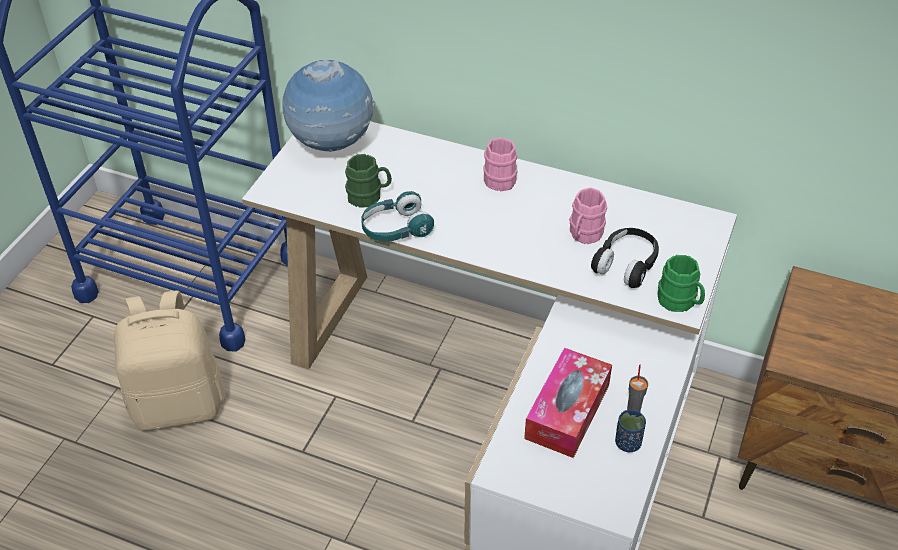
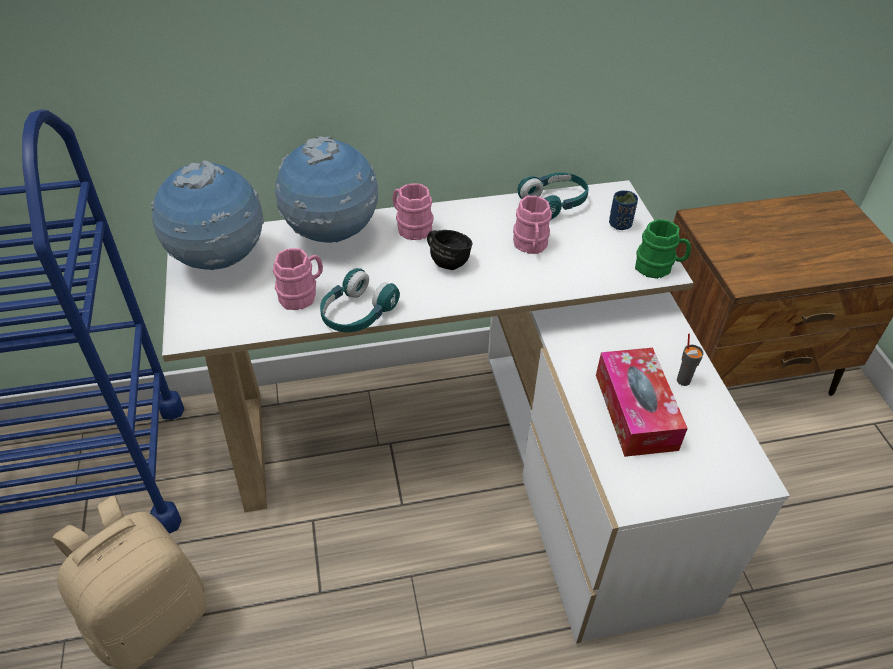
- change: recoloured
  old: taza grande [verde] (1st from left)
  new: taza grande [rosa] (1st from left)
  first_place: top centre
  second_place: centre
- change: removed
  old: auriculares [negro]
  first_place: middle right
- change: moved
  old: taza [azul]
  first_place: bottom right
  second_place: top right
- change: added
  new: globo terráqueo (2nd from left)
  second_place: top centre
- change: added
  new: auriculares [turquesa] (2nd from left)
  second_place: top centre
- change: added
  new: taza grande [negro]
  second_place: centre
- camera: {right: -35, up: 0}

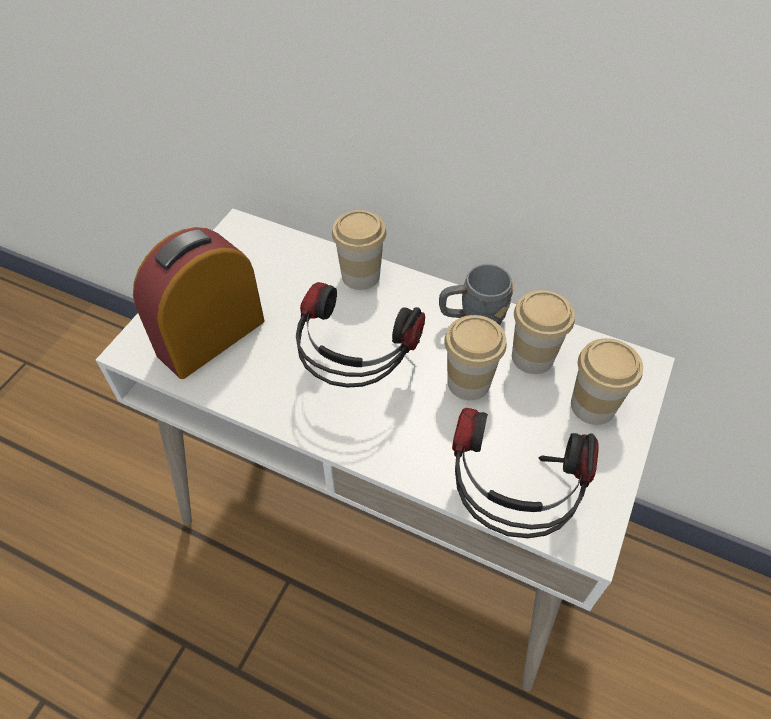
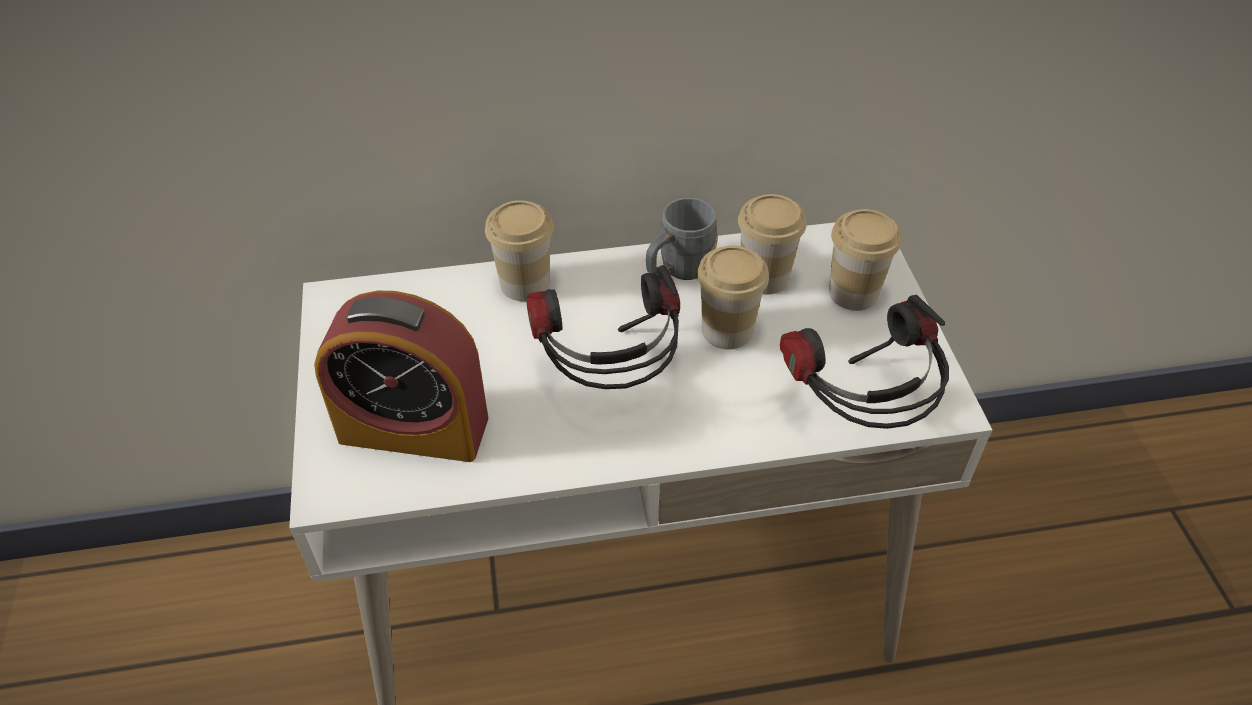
- change: turned
  old: despertador
  first_place: middle left
  second_place: middle left
  degrees: -90
- camera: {right: -35, up: -5}

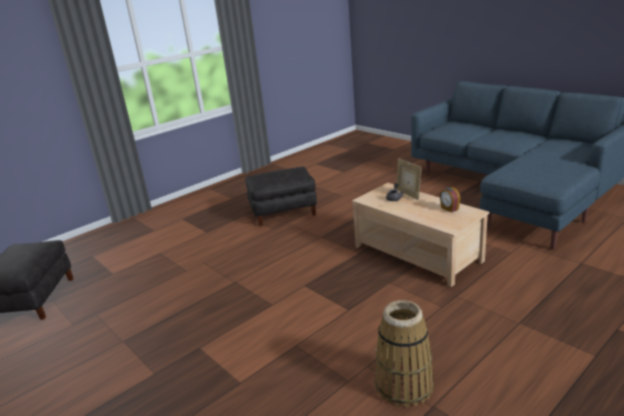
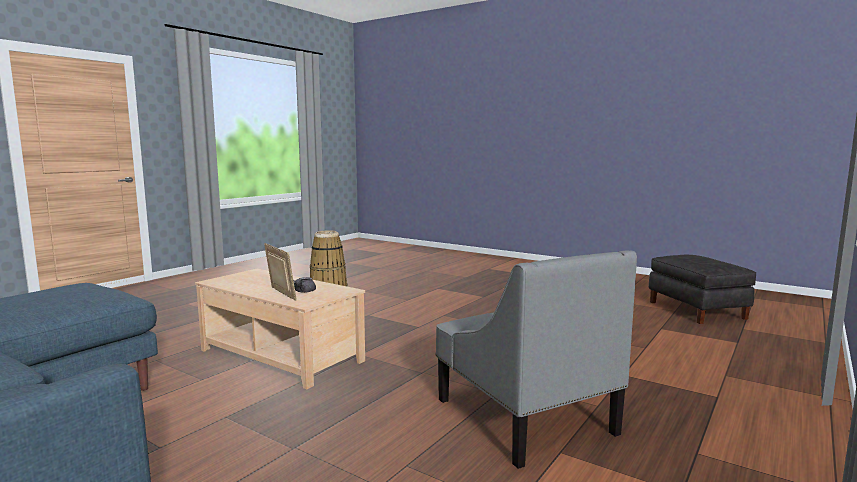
- change: replaced
  old: puf [negro] (2nd from left)
  new: sillón [gris]
  first_place: centre
  second_place: bottom centre
- change: removed
  old: despertador
  first_place: middle right
- camera: {right: 165, up: -15}

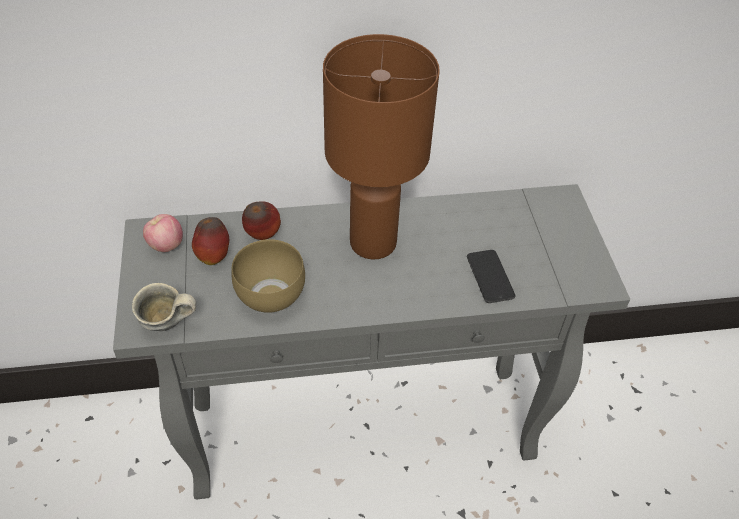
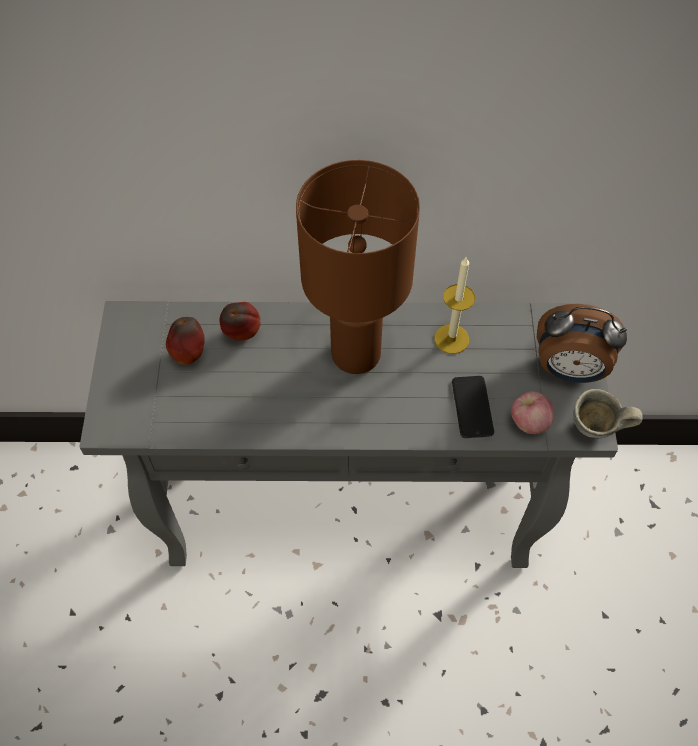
- change: moved
  old: manzana (1st from left in the first image)
  new: manzana (3rd from left)
  first_place: middle left
  second_place: middle right
- change: removed
  old: cuenco [marrón]
  first_place: centre
- change: moved
  old: taza grande [gris]
  first_place: middle left
  second_place: middle right
- change: added
  new: vela
  second_place: centre
- change: added
  new: despertador
  second_place: middle right
- camera: {right: 10, up: 10}

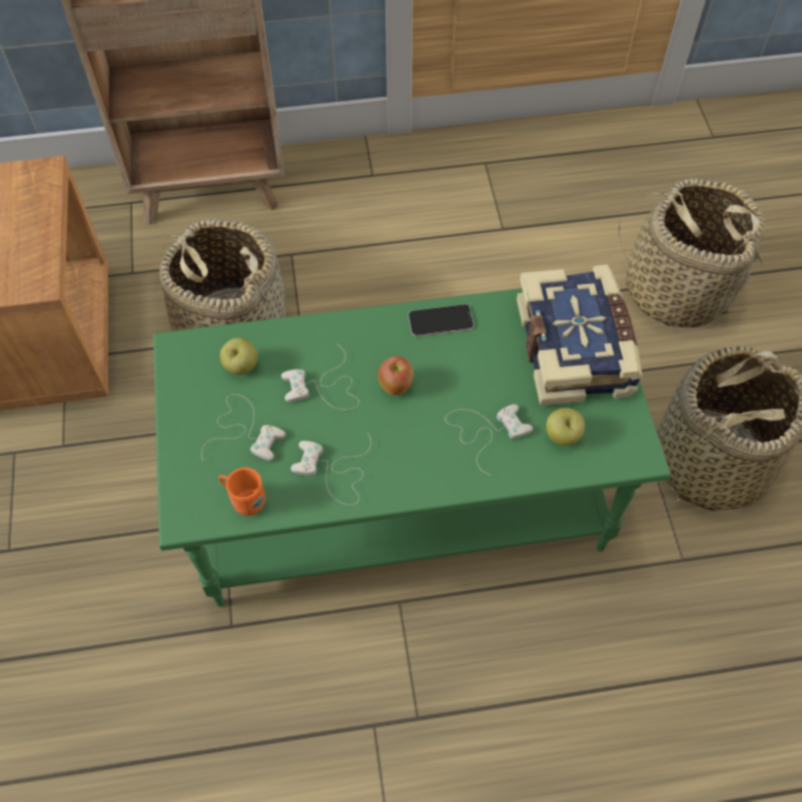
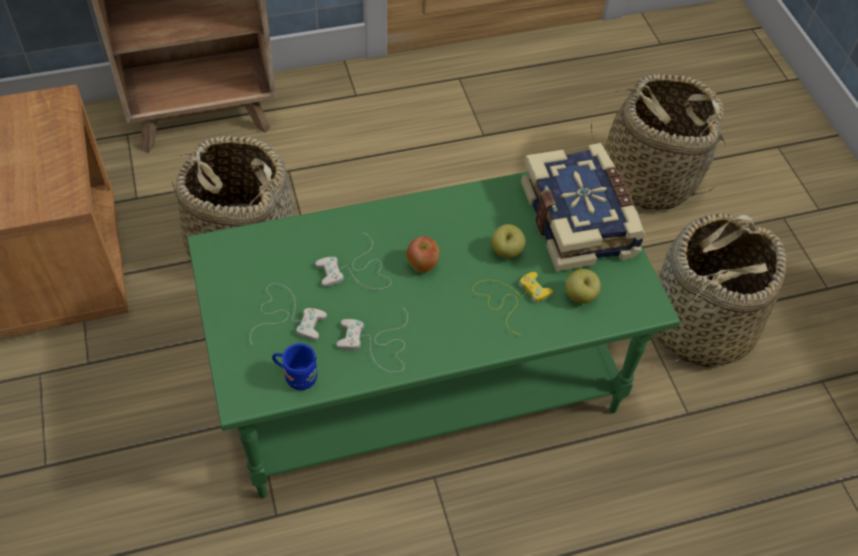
- change: removed
  old: móvil
  first_place: centre
- change: moved
  old: manzana (1st from left in the first image)
  new: manzana (2nd from left)
  first_place: middle left
  second_place: centre
- change: recoloured
  old: mando de consola [blanco] (4th from left)
  new: mando de consola [amarillo]
  first_place: centre
  second_place: centre
- change: recoloured
  old: taza grande [naranja]
  new: taza grande [azul]
  first_place: middle left
  second_place: centre
- camera: {right: -10, up: -5}

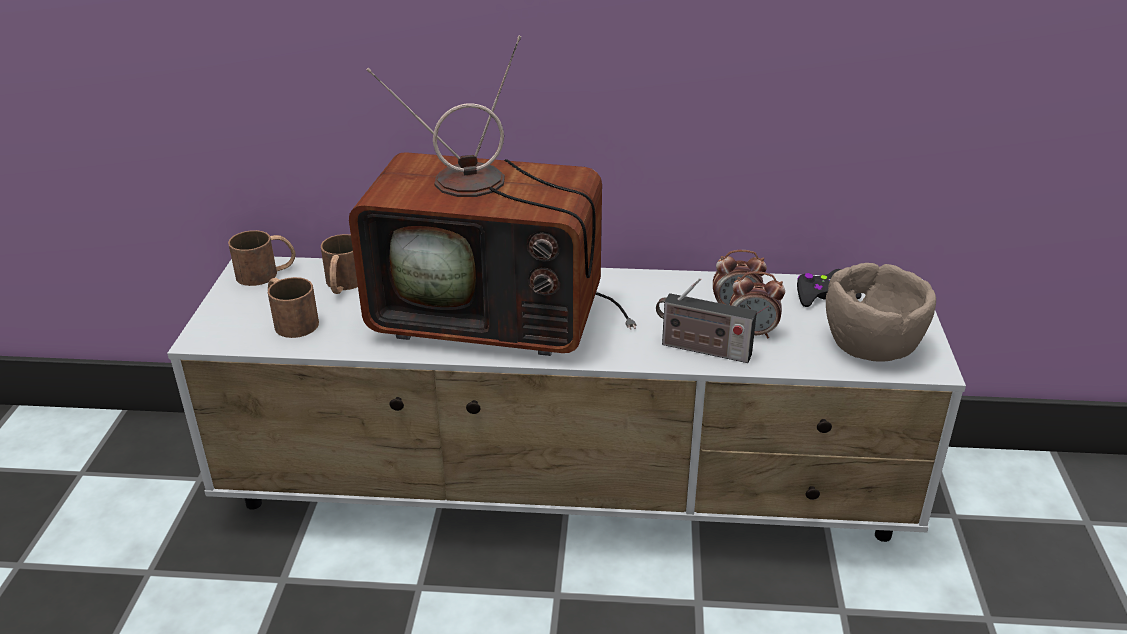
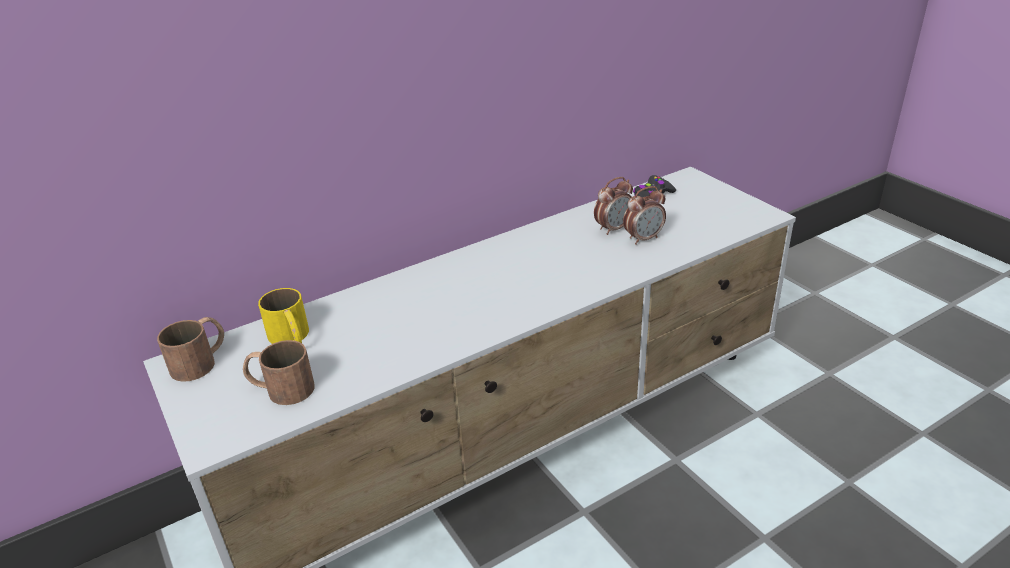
- change: removed
  old: televisor
  first_place: top centre
- change: recoloured
  old: taza grande [marrón] (3rd from left)
  new: taza grande [amarillo]
  first_place: middle left
  second_place: middle left
- change: removed
  old: cuenco [marrón]
  first_place: middle right
- change: removed
  old: radio
  first_place: centre
- camera: {right: -35, up: 0}

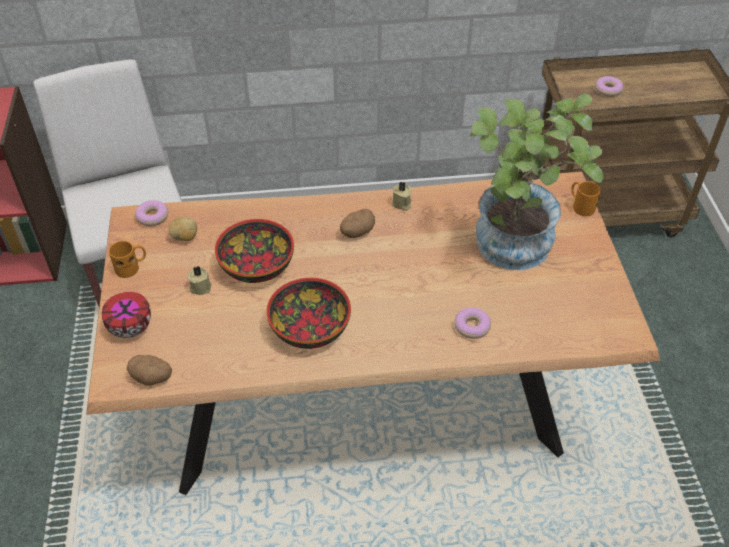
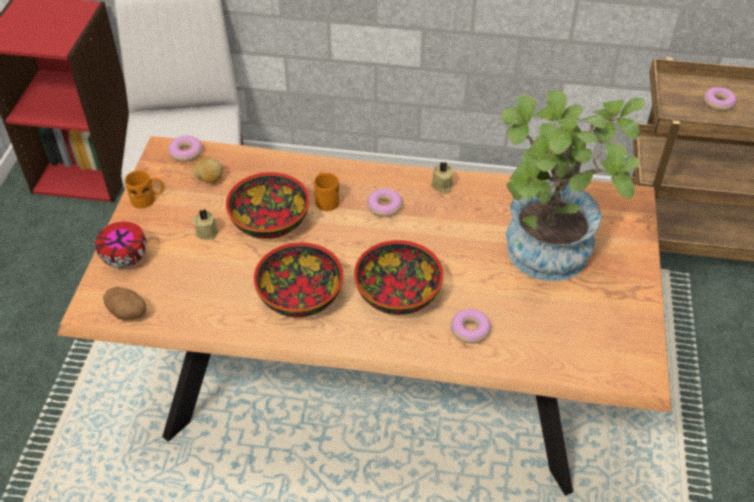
- change: moved
  old: taza grande [naranja] (2nd from left)
  first_place: middle right
  second_place: centre
- change: replaced
  old: patata (3rd from left)
  new: rosquilla (2nd from left)
  first_place: centre
  second_place: centre
- change: added
  new: cuenco (4th from left)
  second_place: centre
- camera: {right: 15, up: 0}

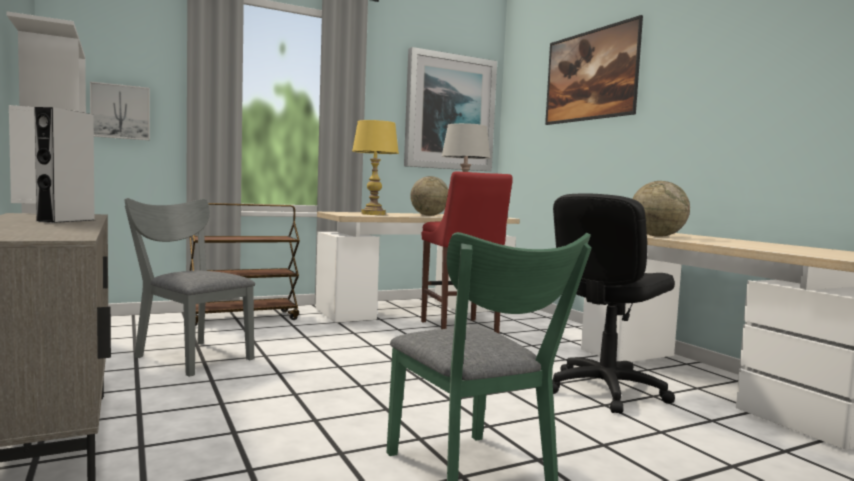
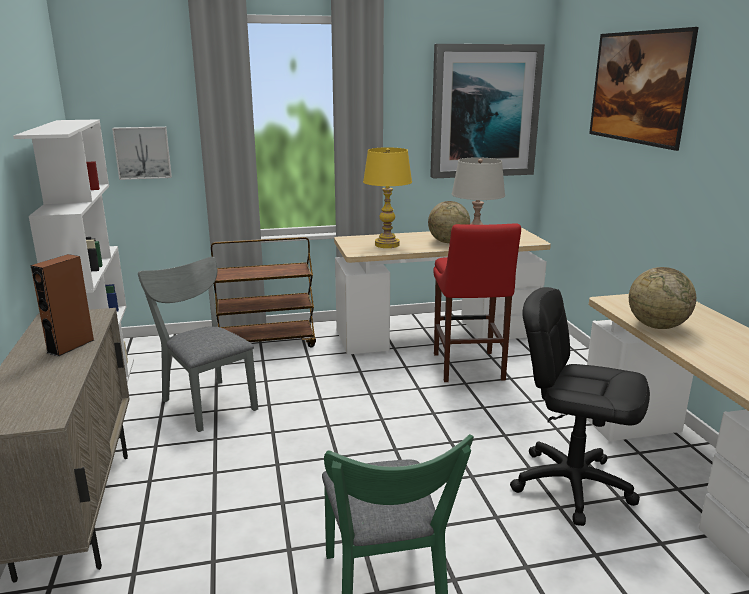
- change: recoloured
  old: altavoz [gris]
  new: altavoz [marrón]
  first_place: middle left
  second_place: middle left
- change: turned
  old: silla de oficina [negro]
  first_place: middle right
  second_place: bottom right
  degrees: 60
- camera: {right: 15, up: 15}

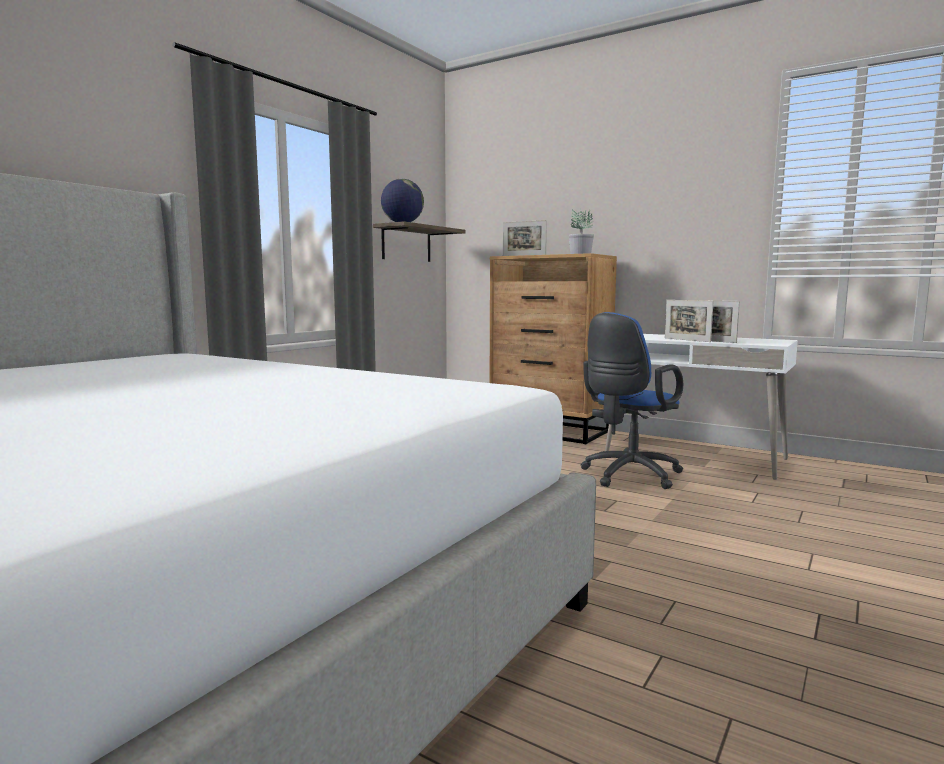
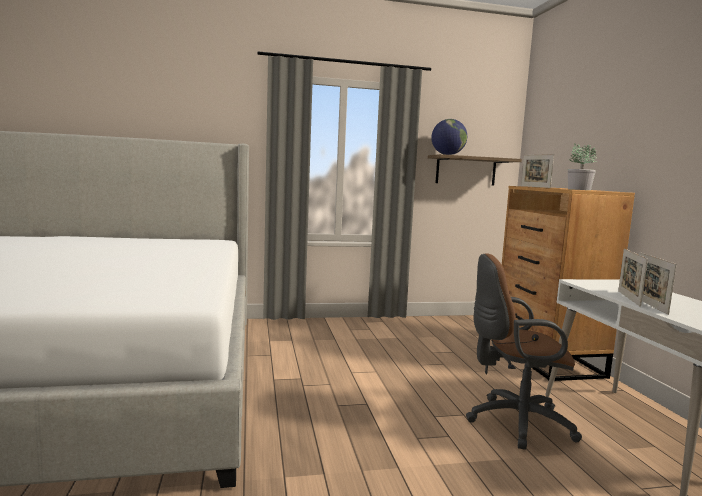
- change: recoloured
  old: silla de oficina [azul]
  new: silla de oficina [marrón]
  first_place: middle right
  second_place: bottom right
- camera: {right: 45, up: 0}

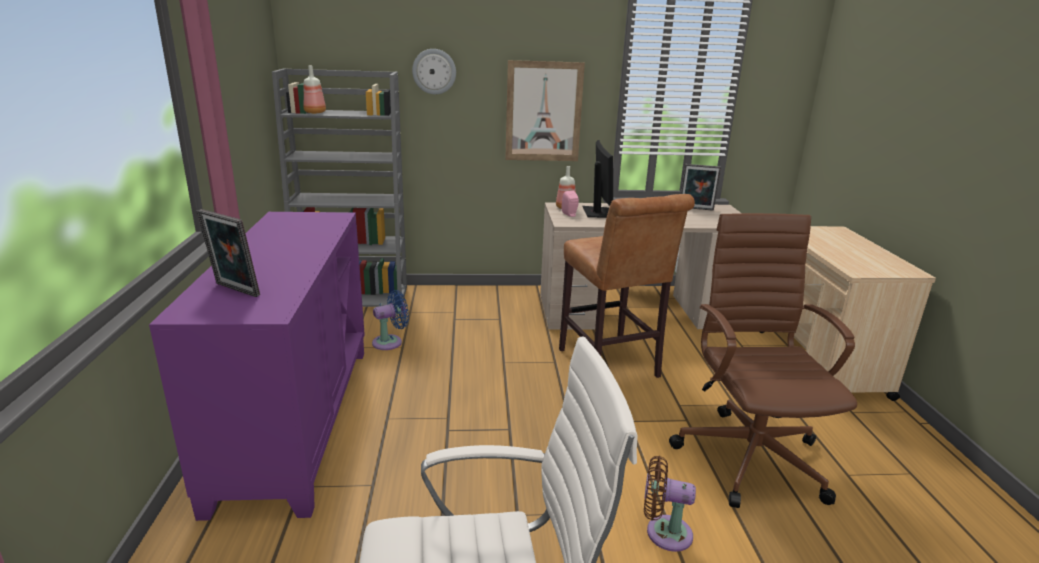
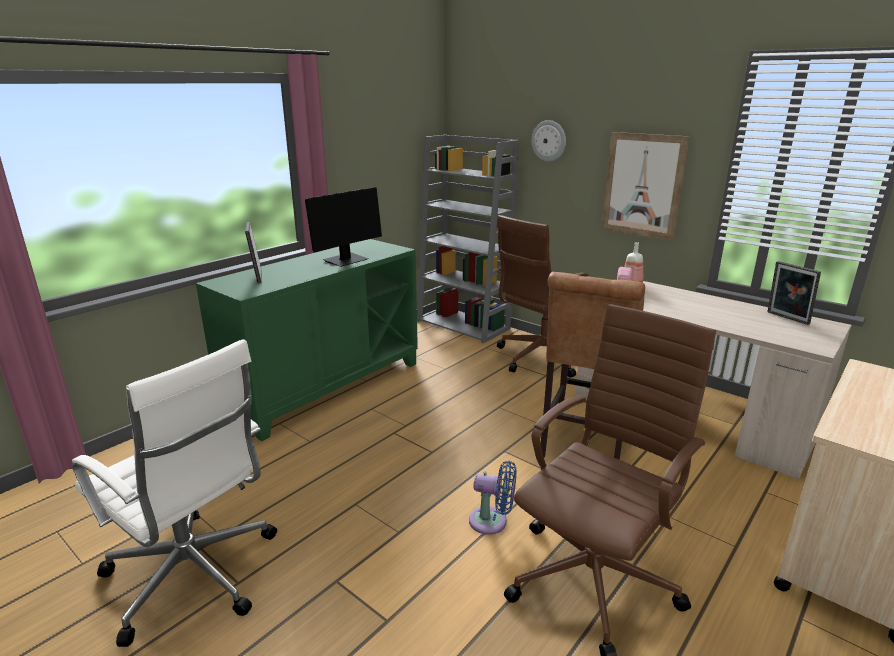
- change: removed
  old: botella (1st from left)
  first_place: top left
- change: moved
  old: monitor
  first_place: top centre
  second_place: centre
- change: recoloured
  old: armario [morado]
  new: armario [verde]
  first_place: middle left
  second_place: centre
- change: moved
  old: ventilador [azul]
  first_place: centre
  second_place: bottom centre
- change: removed
  old: ventilador [marrón]
  first_place: bottom centre
- change: added
  new: silla de oficina [marrón] (1st from left)
  second_place: centre
- camera: {right: 45, up: 0}

